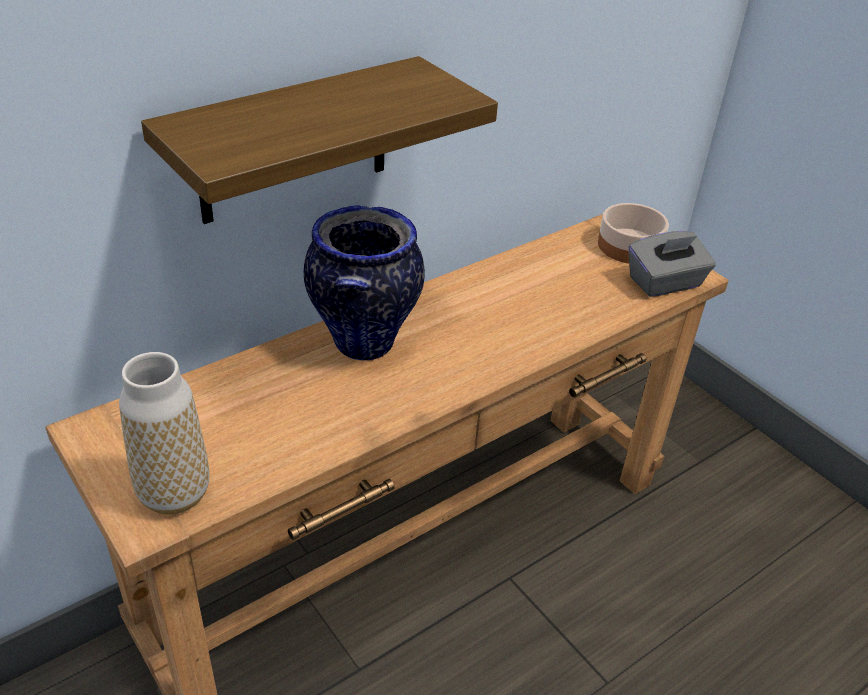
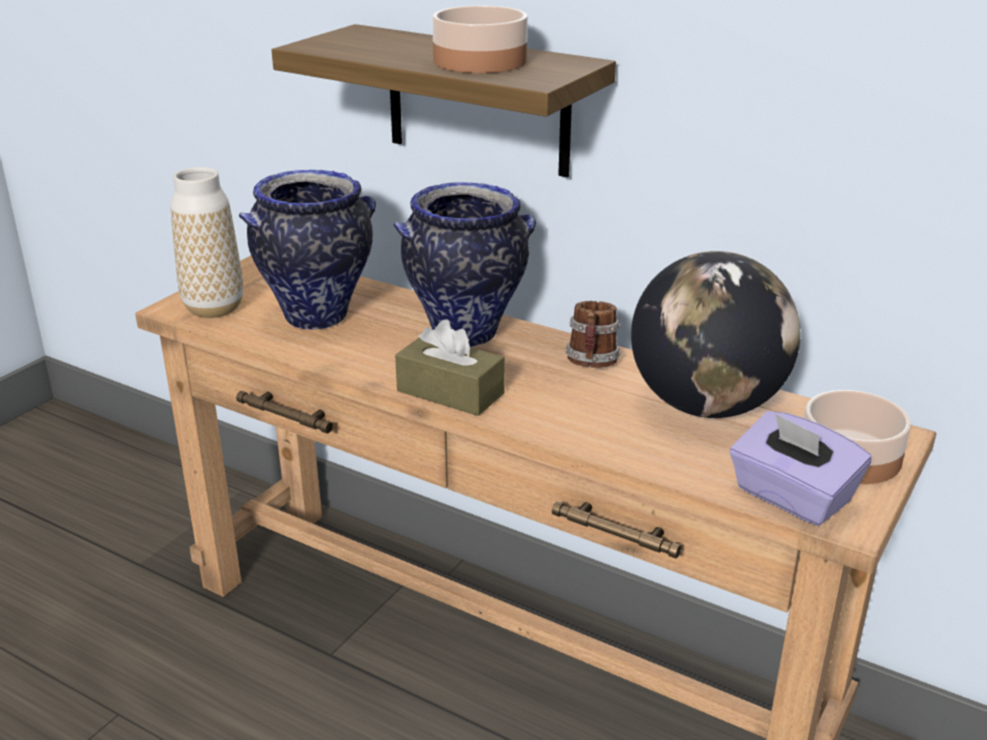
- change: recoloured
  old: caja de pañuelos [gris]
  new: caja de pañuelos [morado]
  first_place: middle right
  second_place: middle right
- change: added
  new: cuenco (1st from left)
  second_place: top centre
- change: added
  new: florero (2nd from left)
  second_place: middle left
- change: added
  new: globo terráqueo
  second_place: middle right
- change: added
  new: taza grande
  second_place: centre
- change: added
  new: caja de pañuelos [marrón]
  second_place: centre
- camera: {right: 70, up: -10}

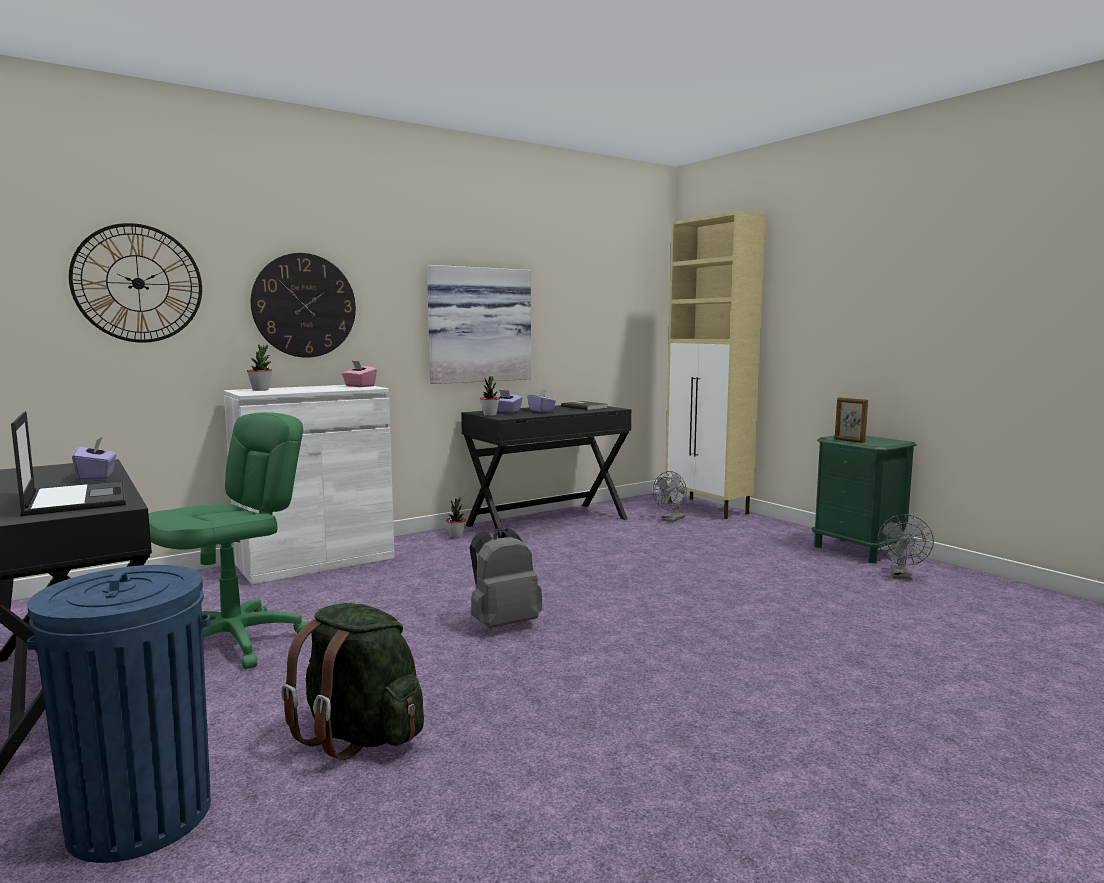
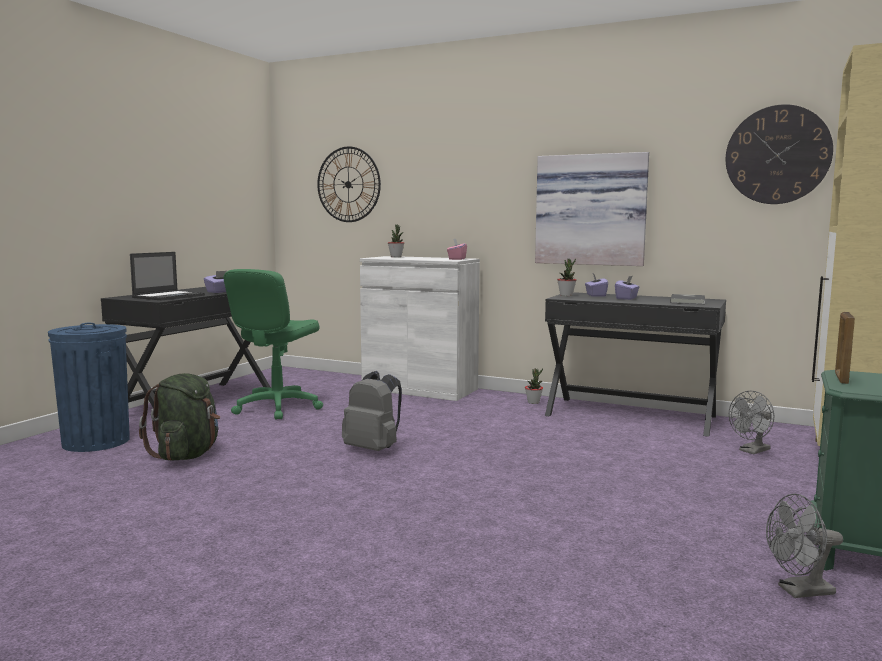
- change: moved
  old: reloj de pared (2nd from left)
  first_place: middle left
  second_place: top right
- change: turned
  old: silla de oficina [verde]
  first_place: middle left
  second_place: middle left
  degrees: 105
- change: turned
  old: ventilador [gris] (1st from left)
  first_place: centre
  second_place: middle right
  degrees: -45
- camera: {right: 60, up: 0}

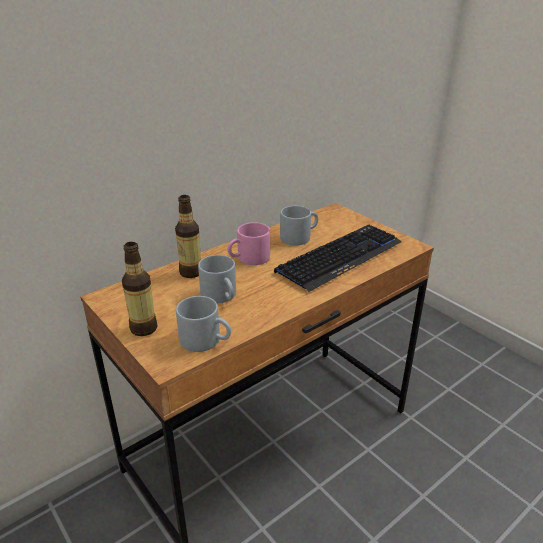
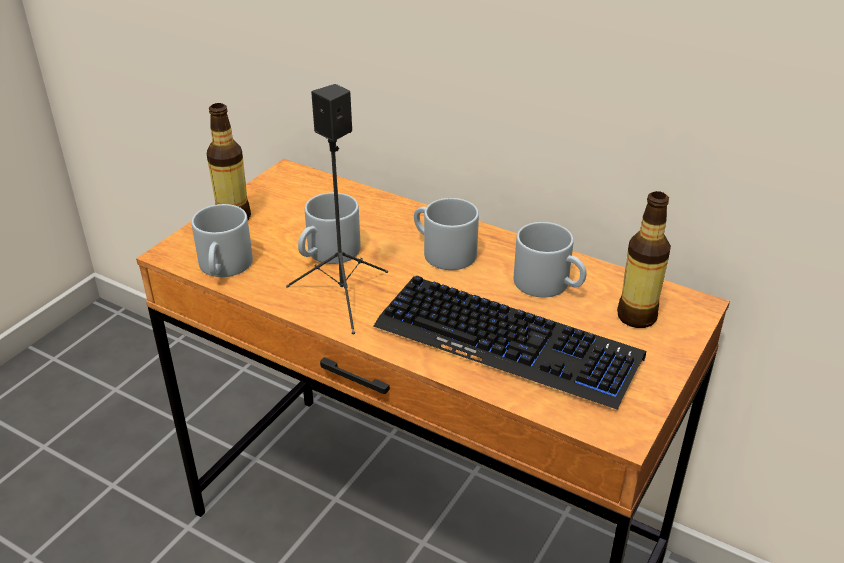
- change: moved
  old: botella (2nd from left)
  first_place: centre
  second_place: middle right
- change: recoloured
  old: taza grande [rosa]
  new: taza grande [gris] (3rd from left)
  first_place: centre
  second_place: centre
- change: added
  new: altavoz [negro]
  second_place: centre
- camera: {right: 70, up: 5}

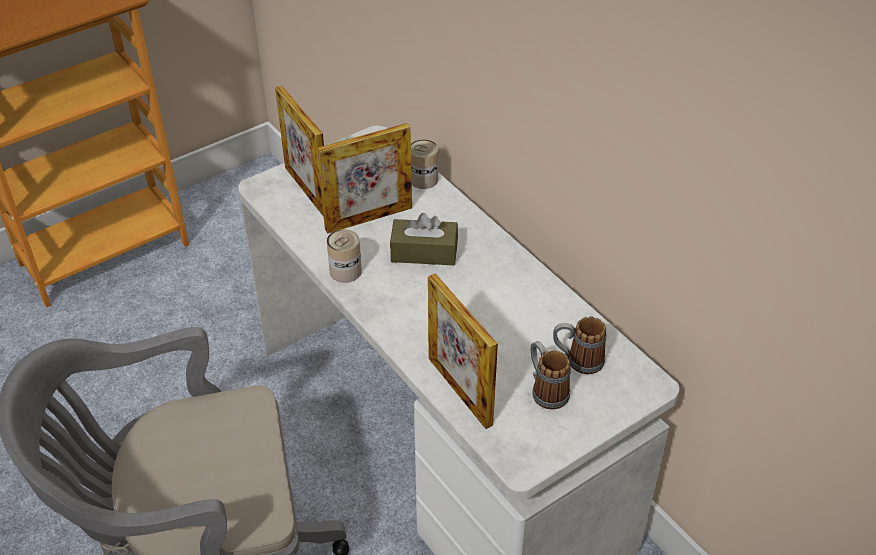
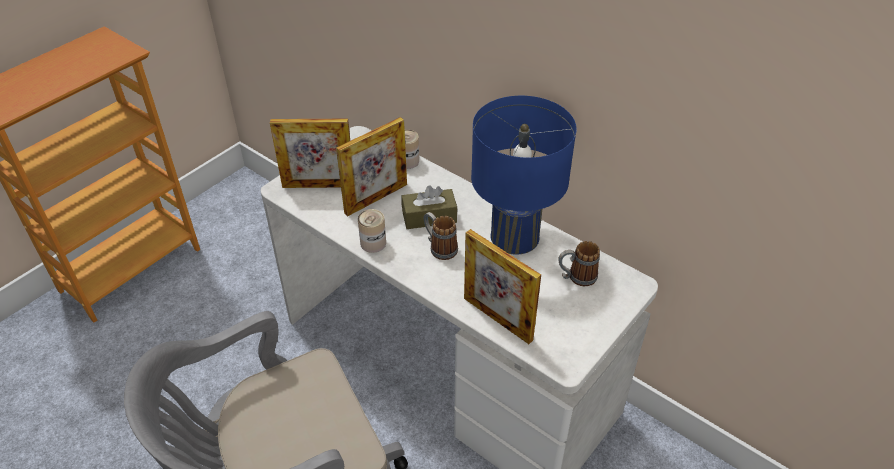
- change: turned
  old: portarretratos (1st from left)
  first_place: top centre
  second_place: top centre
  degrees: -45
- change: moved
  old: taza grande (1st from left)
  first_place: bottom centre
  second_place: centre
- change: added
  new: lámpara de mesa [azul]
  second_place: centre
- camera: {right: -15, up: 0}

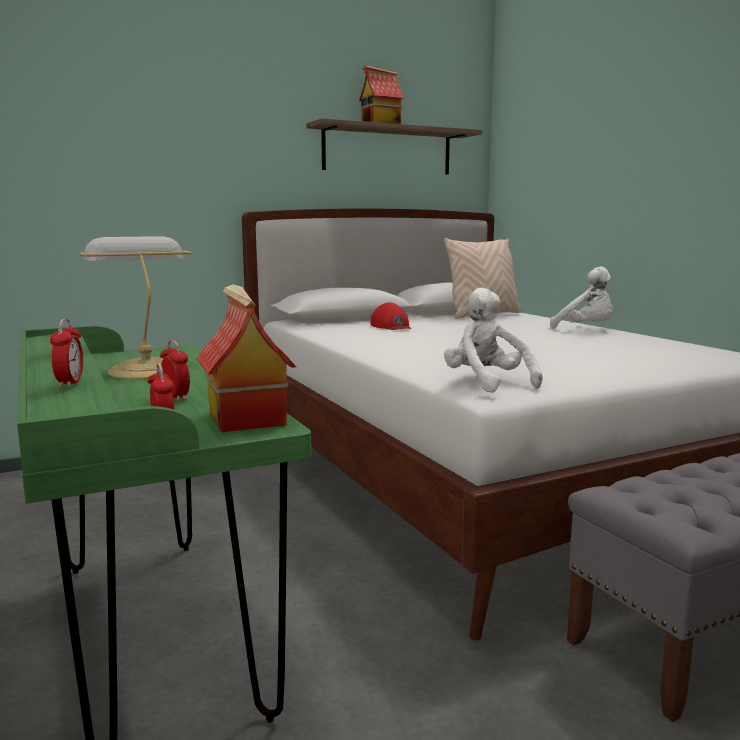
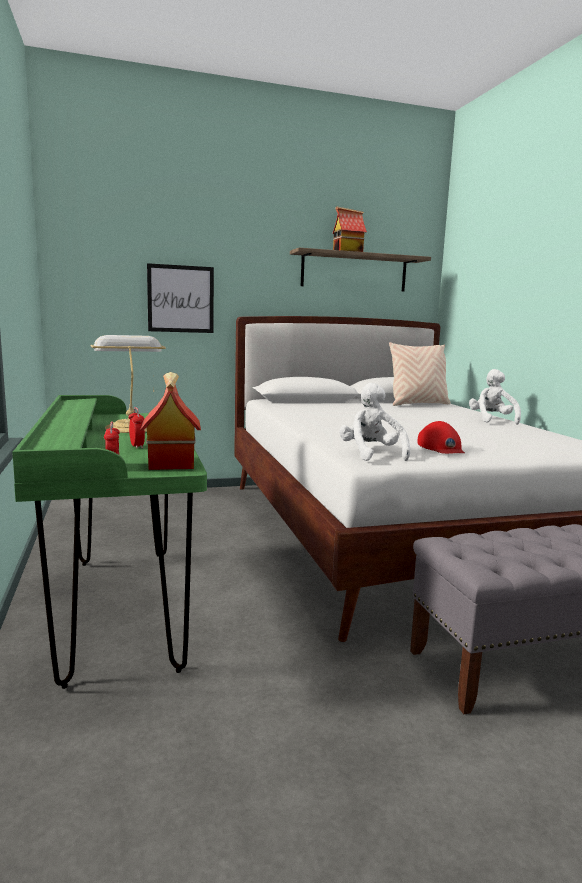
- change: turned
  old: peluche [blanco] (2nd from left)
  first_place: middle right
  second_place: middle right
  degrees: -150
- change: moved
  old: gorra [rojo]
  first_place: centre
  second_place: middle right
- change: removed
  old: despertador (1st from left)
  first_place: middle left
- change: added
  new: cuadro
  second_place: middle left
- camera: {right: 10, up: 0}

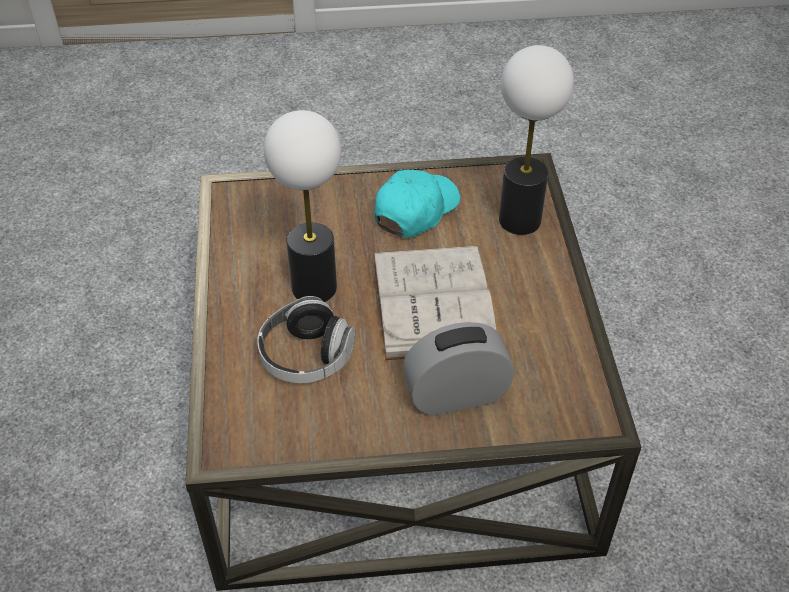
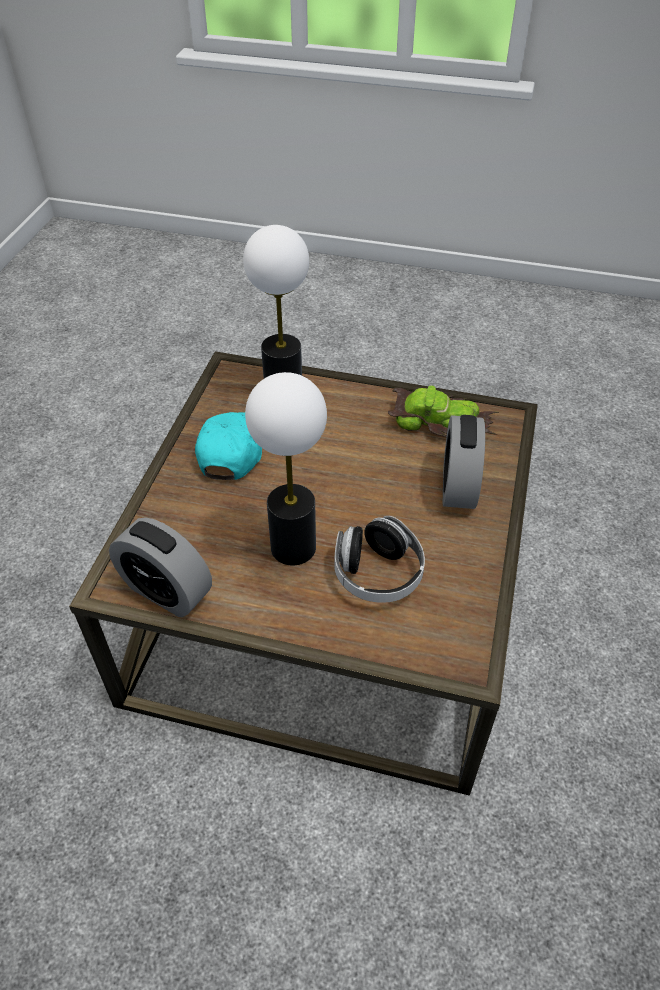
- change: turned
  old: gorra [turquesa]
  first_place: centre
  second_place: centre
  degrees: 45
- change: removed
  old: libro [blanco]
  first_place: centre
- change: added
  new: coche de juguete
  second_place: middle right
- change: added
  new: despertador (1st from left)
  second_place: middle left
- camera: {right: -70, up: 0}

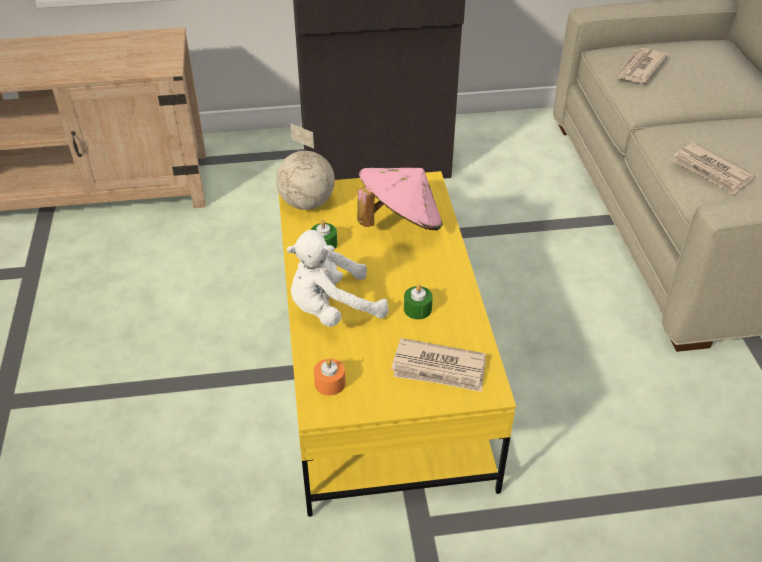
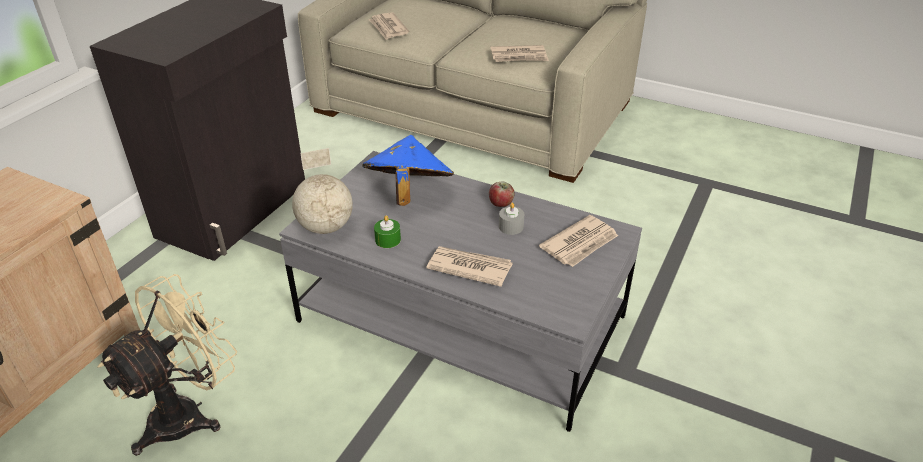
- change: recoloured
  old: sombrero [rosa]
  new: sombrero [azul]
  first_place: centre
  second_place: centre
- change: recoloured
  old: mesa de centro [amarillo]
  new: mesa de centro [gris]
  first_place: centre
  second_place: centre
- change: replaced
  old: peluche [blanco]
  new: periódico (2nd from left)
  first_place: centre
  second_place: centre
- change: recoloured
  old: vela [verde] (2nd from left)
  new: vela [gris]
  first_place: centre
  second_place: centre
- change: removed
  old: vela [naranja]
  first_place: bottom centre
- change: added
  new: manzana
  second_place: centre
- change: added
  new: ventilador [beis]
  second_place: bottom left
- camera: {right: -55, up: -5}

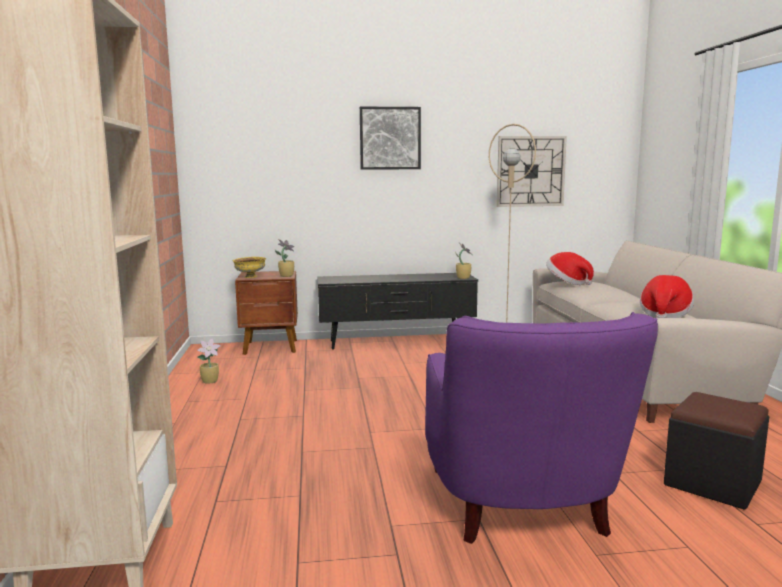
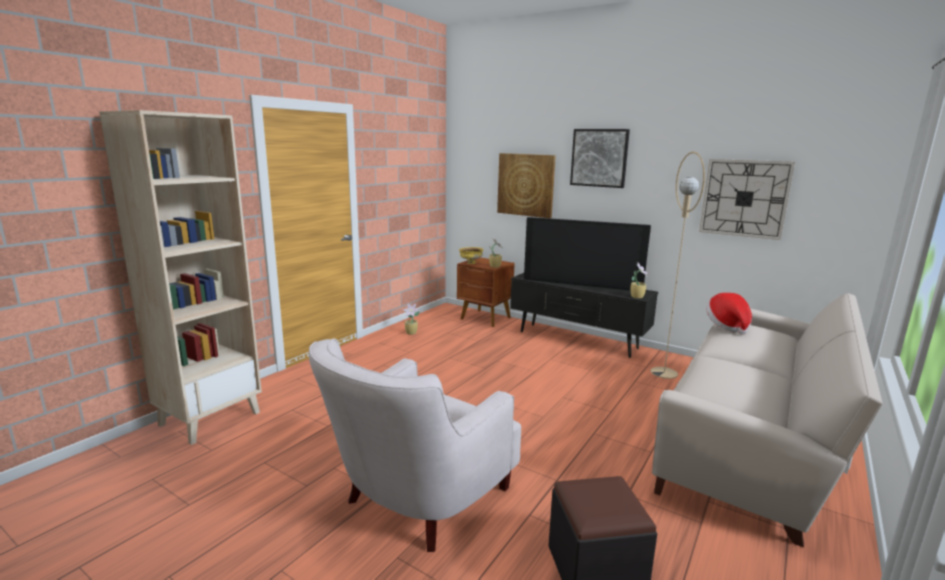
- change: removed
  old: sombrero (2nd from left)
  first_place: middle right
- change: recoloured
  old: sillón [morado]
  new: sillón [blanco]
  first_place: bottom right
  second_place: bottom centre
- change: added
  new: cuadro (1st from left)
  second_place: top centre
- change: added
  new: televisor
  second_place: centre
- camera: {right: 40, up: 5}

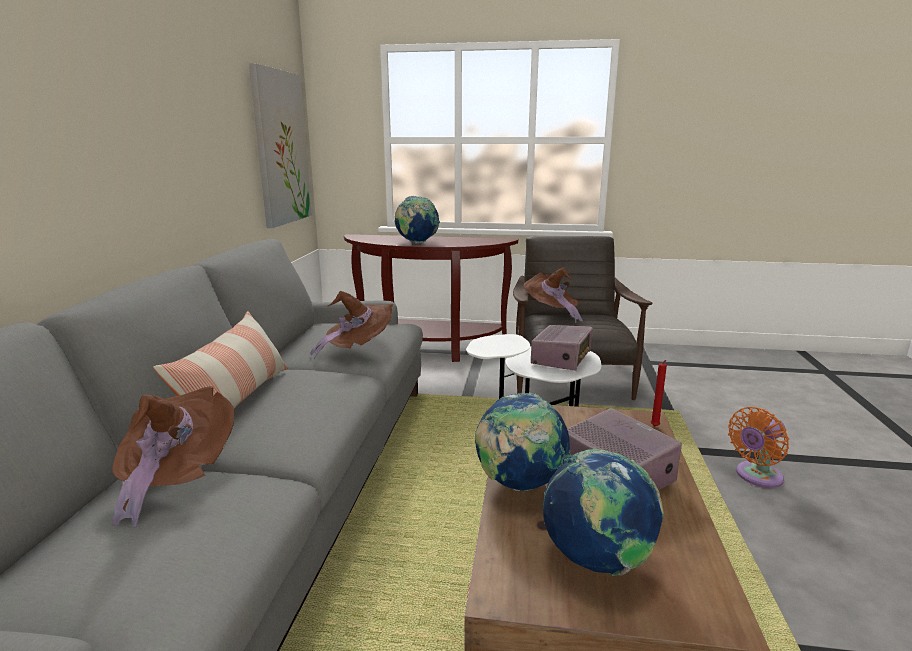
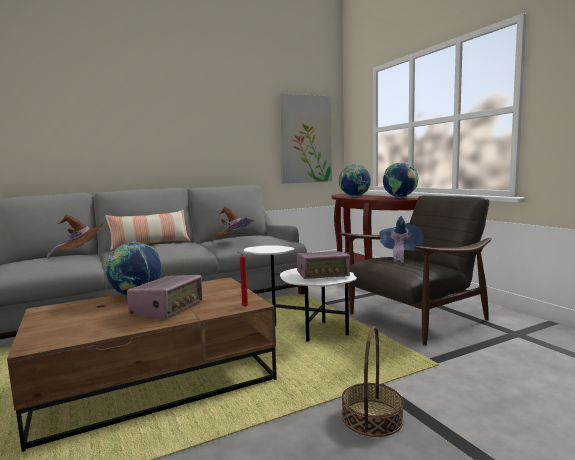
- change: recoloured
  old: sombrero [marrón] (3rd from left)
  new: sombrero [azul]
  first_place: centre
  second_place: middle right
- change: replaced
  old: ventilador [naranja]
  new: cesta
  first_place: bottom right
  second_place: bottom centre
- change: moved
  old: globo terráqueo (3rd from left)
  first_place: bottom centre
  second_place: middle right
- camera: {right: 55, up: -10}

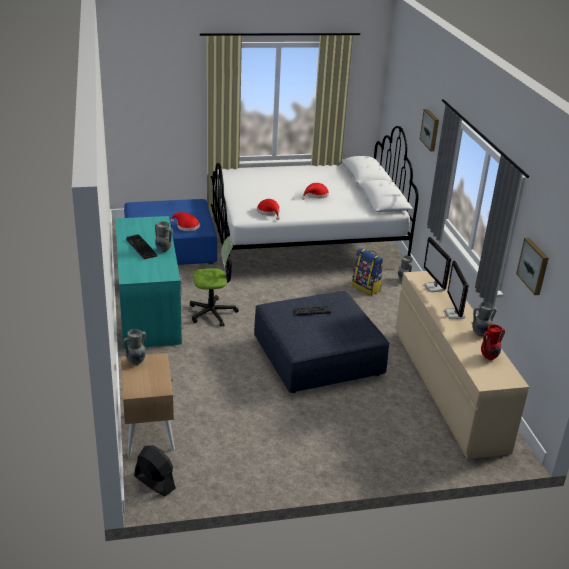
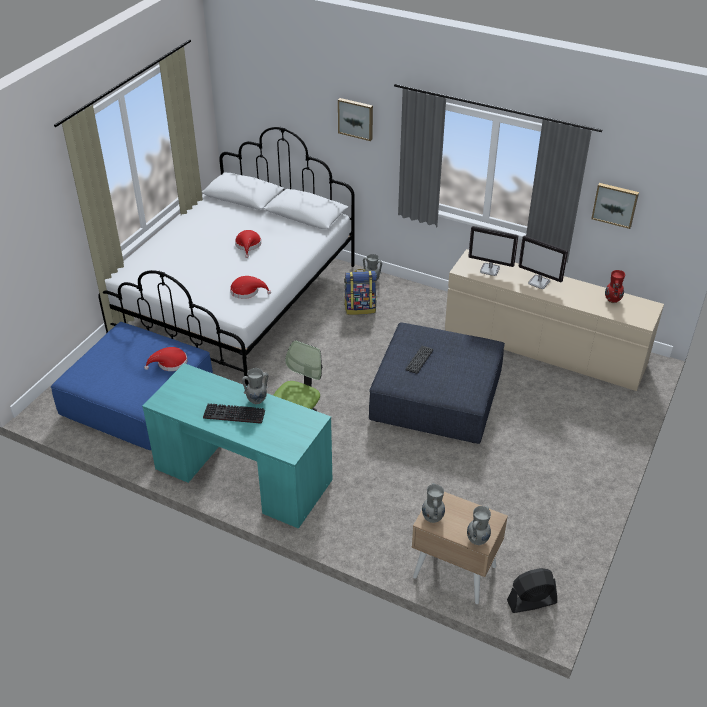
- change: moved
  old: florero [gris] (4th from left)
  first_place: middle right
  second_place: bottom right
- camera: {right: -50, up: 10}

